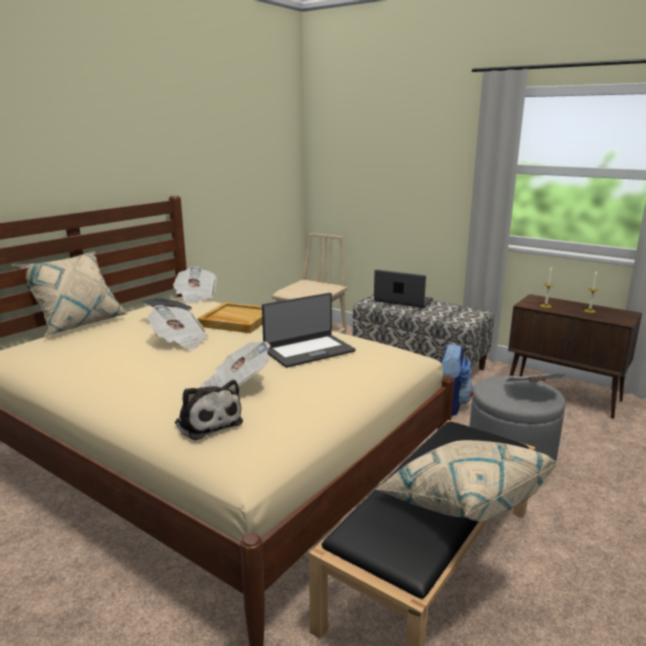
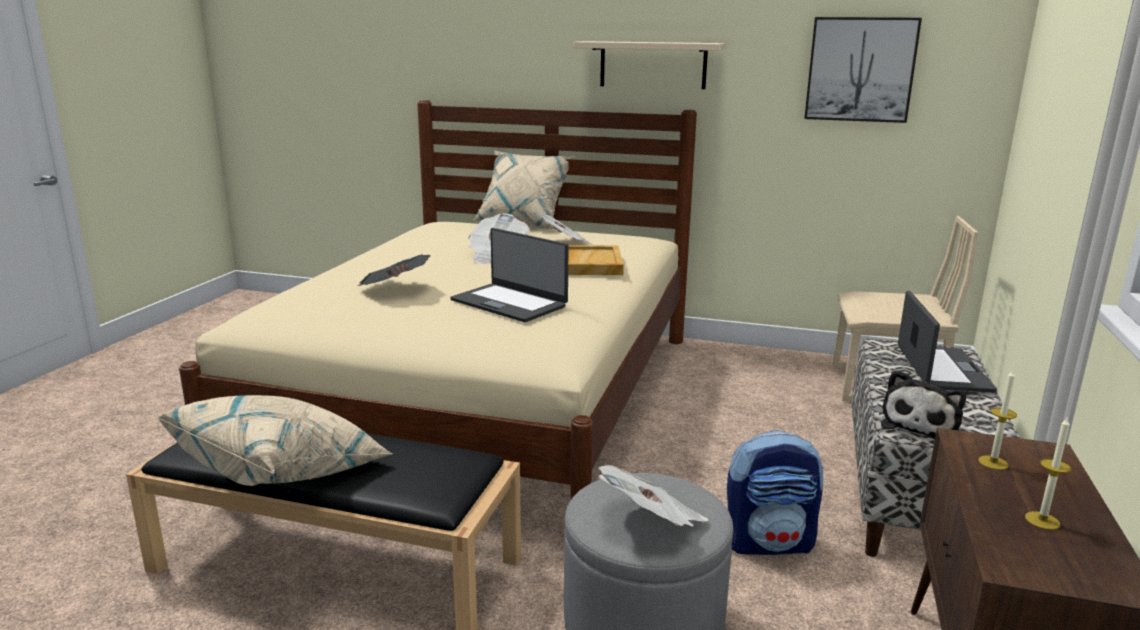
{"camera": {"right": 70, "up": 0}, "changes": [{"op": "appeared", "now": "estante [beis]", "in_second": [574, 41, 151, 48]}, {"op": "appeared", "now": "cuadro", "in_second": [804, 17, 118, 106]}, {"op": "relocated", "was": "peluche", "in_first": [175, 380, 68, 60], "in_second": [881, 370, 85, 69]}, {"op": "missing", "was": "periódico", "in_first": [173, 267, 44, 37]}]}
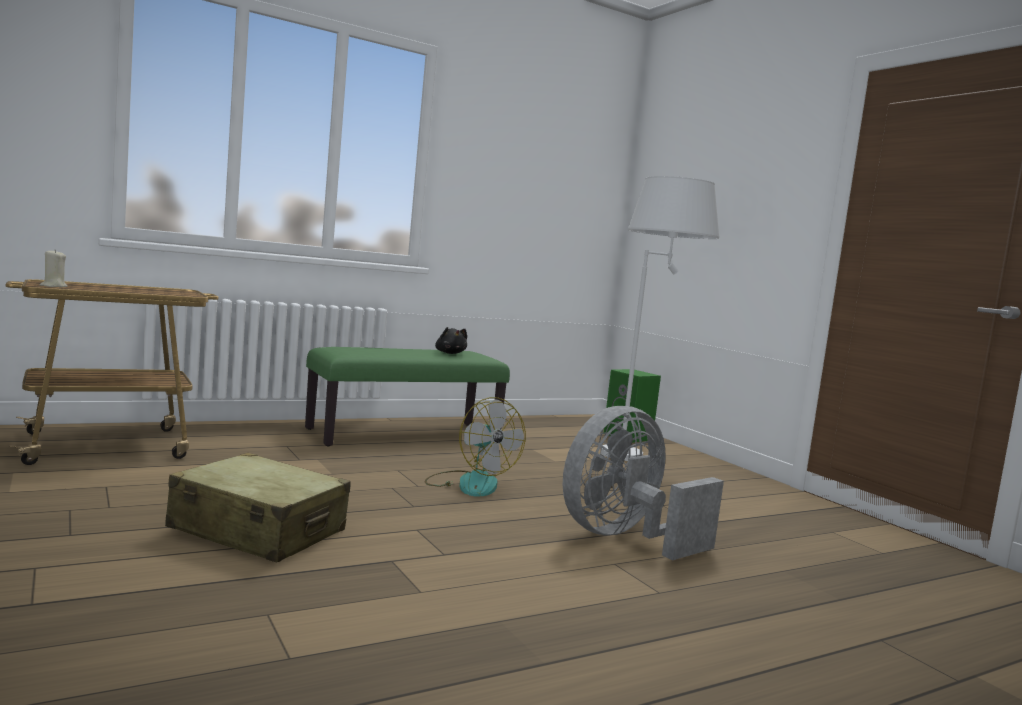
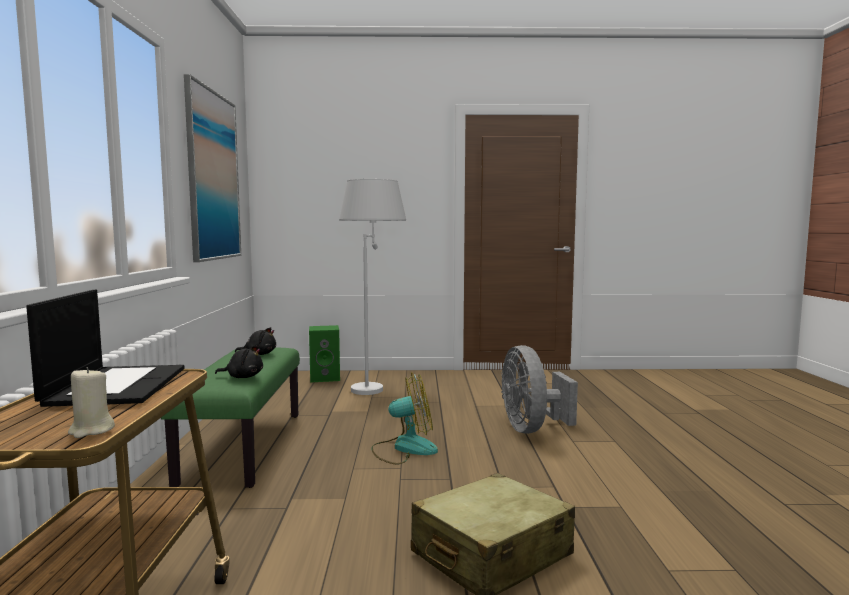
{"camera": {"right": -60, "up": 0}, "changes": [{"op": "appeared", "now": "portátil", "in_second": [26, 290, 158, 117]}, {"op": "appeared", "now": "cuadro", "in_second": [184, 74, 57, 188]}, {"op": "appeared", "now": "peluche [negro]", "in_second": [215, 345, 48, 33]}]}
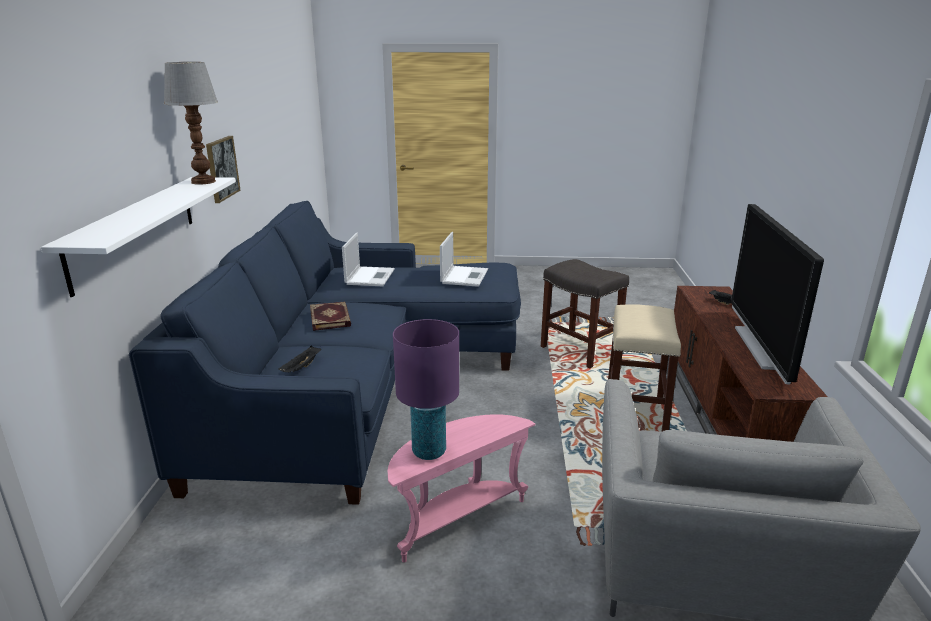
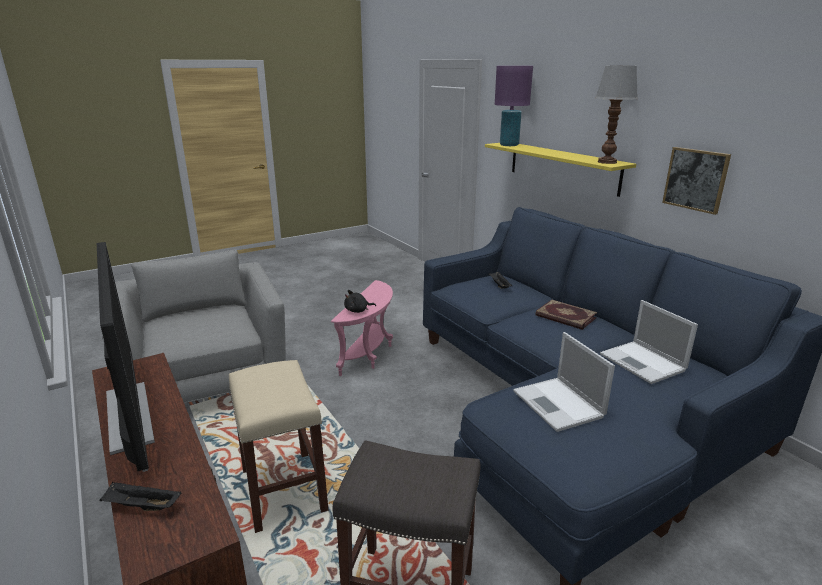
{"camera": {"right": 145, "up": 0}, "changes": [{"op": "appeared", "now": "peluche [negro]", "in_second": [344, 290, 32, 23]}, {"op": "colour", "was": "estante [blanco]", "now": "estante [amarillo]", "in_first": [41, 177, 195, 120], "in_second": [485, 143, 151, 54]}, {"op": "relocated", "was": "lámpara de mesa [morado]", "in_first": [393, 319, 66, 141], "in_second": [495, 66, 38, 80]}]}
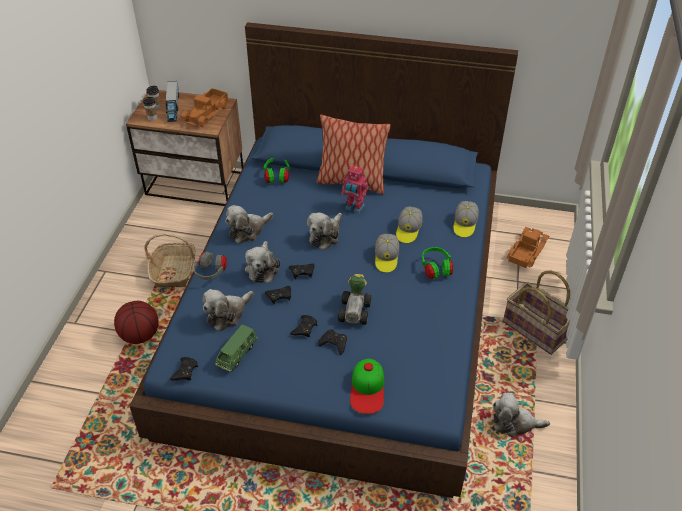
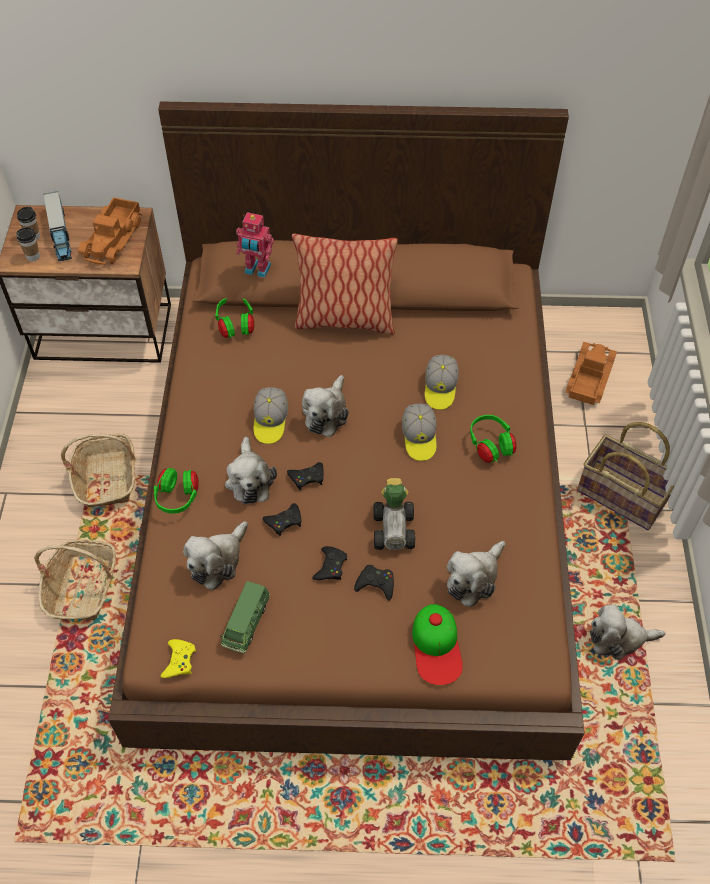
{"camera": {"right": -10, "up": 10}, "changes": [{"op": "exchanged", "was": "balón de baloncesto", "now": "cesta", "in_first": [114, 301, 45, 43], "in_second": [34, 540, 82, 81]}, {"op": "colour", "was": "cama [azul]", "now": "cama [marrón]", "in_first": [129, 22, 389, 476], "in_second": [108, 101, 476, 659]}, {"op": "colour", "was": "auriculares [gris]", "now": "auriculares [verde]", "in_first": [194, 252, 33, 28], "in_second": [154, 468, 45, 46]}, {"op": "colour", "was": "mando de consola [negro]", "now": "mando de consola [amarillo]", "in_first": [170, 357, 28, 24], "in_second": [161, 639, 35, 39]}, {"op": "relocated", "was": "robot de juguete", "in_first": [341, 165, 28, 49], "in_second": [236, 212, 38, 66]}, {"op": "relocated", "was": "gorra", "in_first": [454, 201, 25, 37], "in_second": [253, 387, 35, 57]}, {"op": "relocated", "was": "peluche", "in_first": [225, 205, 48, 39], "in_second": [447, 541, 59, 66]}]}
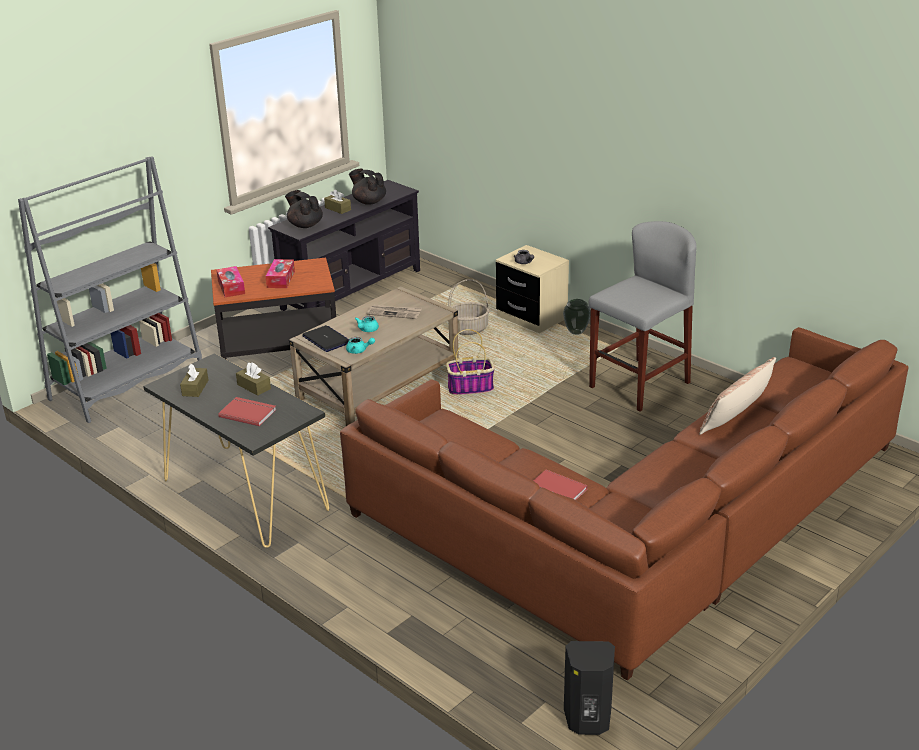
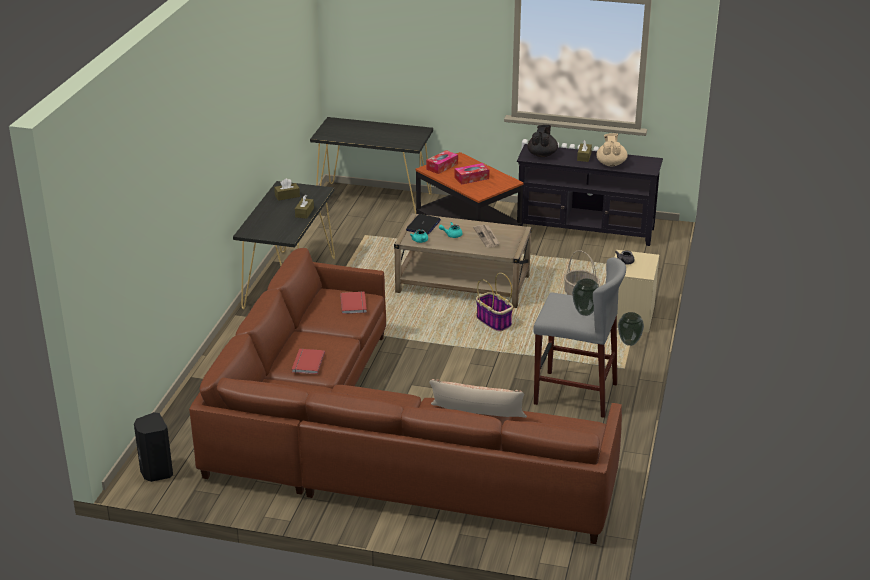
{"camera": {"right": 60, "up": 0}, "changes": [{"op": "exchanged", "was": "estantería [gris]", "now": "mesa consola [negro]", "in_first": [18, 156, 184, 267], "in_second": [310, 117, 123, 97]}, {"op": "relocated", "was": "libro [rojo]", "in_first": [218, 397, 58, 29], "in_second": [340, 291, 27, 23]}, {"op": "appeared", "now": "florero", "in_second": [572, 279, 27, 37]}, {"op": "colour", "was": "tetera [negro]", "now": "tetera [beis]", "in_first": [349, 169, 37, 36], "in_second": [596, 133, 31, 33]}]}
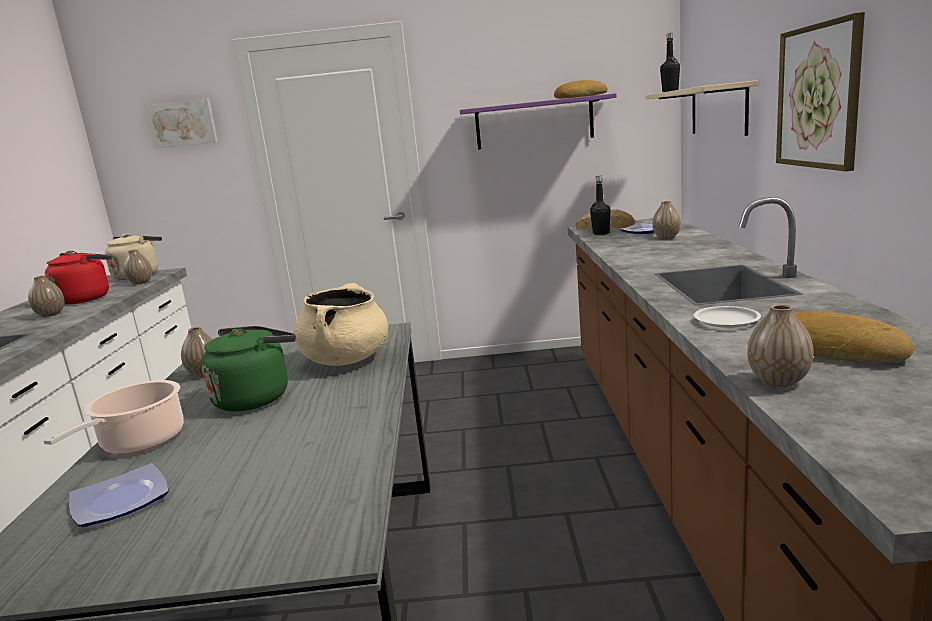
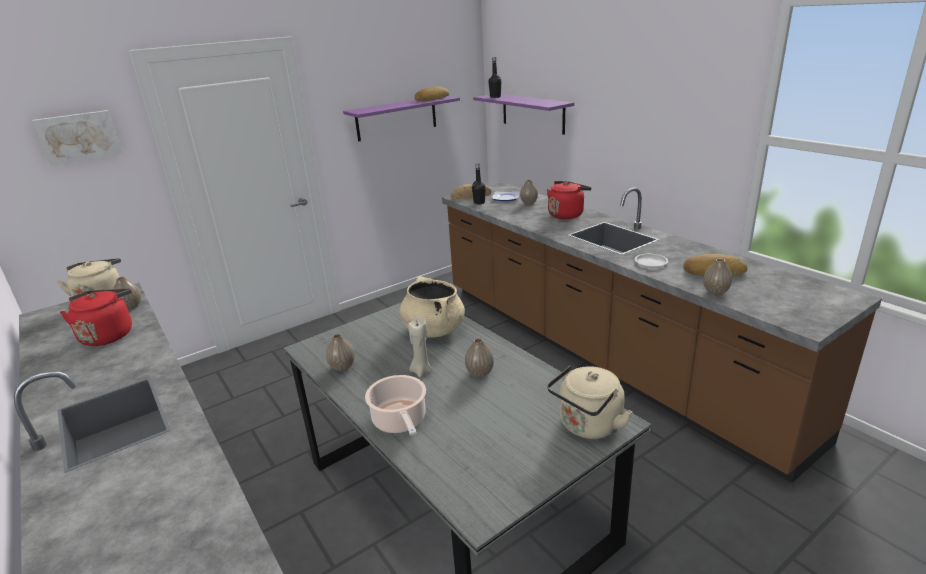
{"camera": {"right": -35, "up": 10}, "changes": [{"op": "exchanged", "was": "hervidor [verde]", "now": "vela [beis]", "in_first": [201, 326, 95, 85], "in_second": [408, 317, 24, 60]}, {"op": "relocated", "was": "florero", "in_first": [28, 275, 37, 42], "in_second": [465, 338, 29, 39]}, {"op": "colour", "was": "estante [beis]", "now": "estante [morado]", "in_first": [645, 80, 113, 56], "in_second": [473, 94, 101, 41]}, {"op": "appeared", "now": "hervidor [rojo]", "in_second": [547, 181, 44, 38]}, {"op": "appeared", "now": "hervidor [beis]", "in_second": [547, 366, 85, 73]}, {"op": "missing", "was": "plato", "in_first": [69, 463, 100, 64]}, {"op": "missing", "was": "cuadro", "in_first": [776, 12, 89, 159]}]}
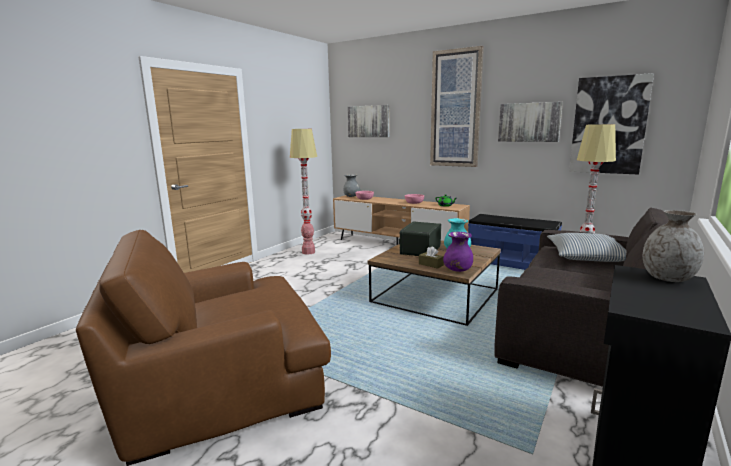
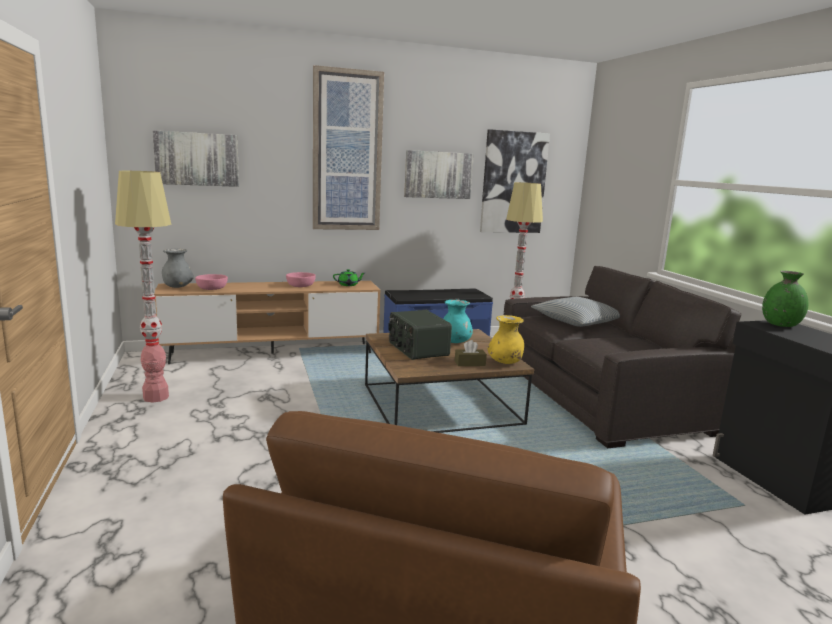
{"camera": {"right": -50, "up": 0}, "changes": [{"op": "colour", "was": "florero [morado]", "now": "florero [amarillo]", "in_first": [443, 232, 30, 40], "in_second": [488, 315, 36, 49]}, {"op": "colour", "was": "florero [gris]", "now": "florero [verde]", "in_first": [643, 210, 61, 72], "in_second": [762, 271, 46, 56]}]}
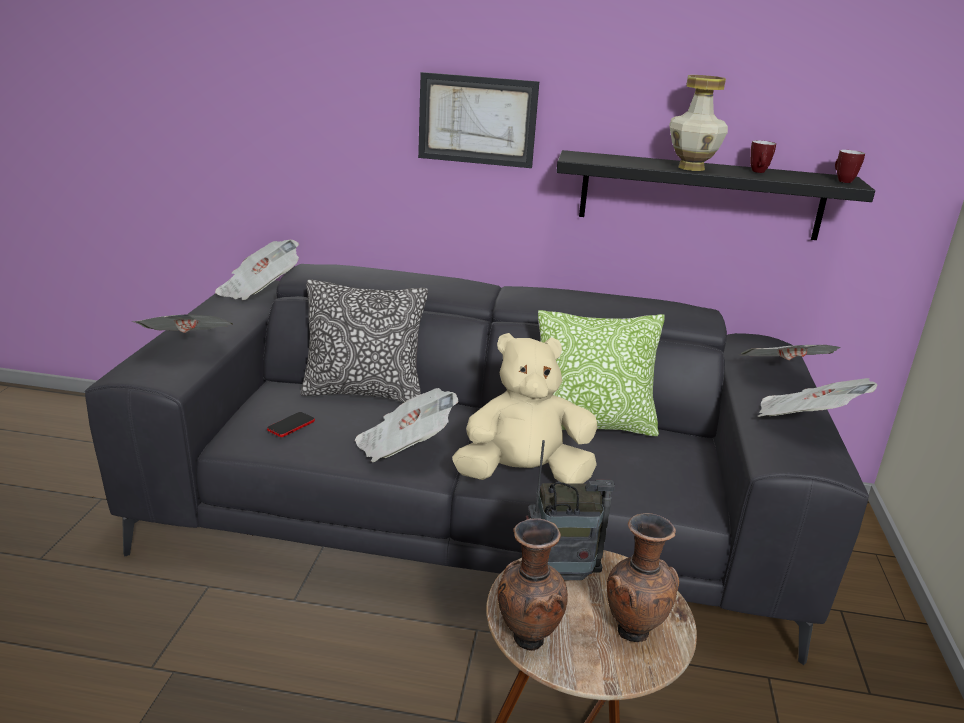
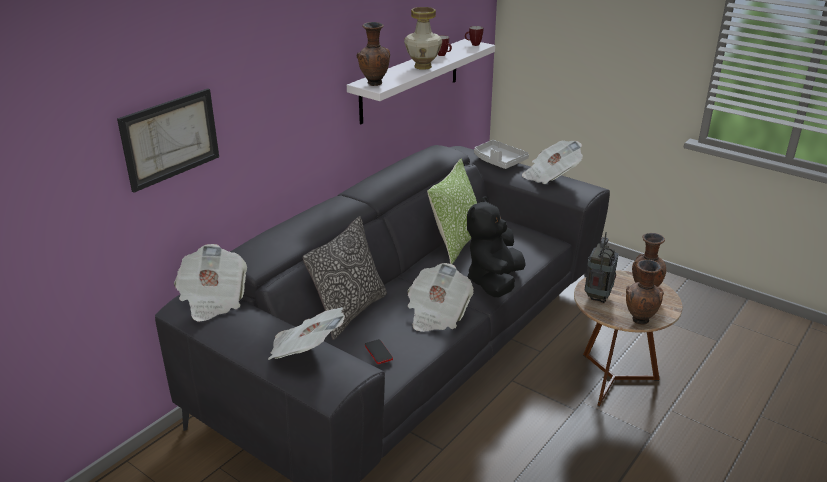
{"camera": {"right": -60, "up": 5}, "changes": [{"op": "relocated", "was": "cuadro", "in_first": [418, 72, 121, 96], "in_second": [117, 88, 102, 104]}, {"op": "colour", "was": "estante [negro]", "now": "estante [blanco]", "in_first": [556, 150, 319, 90], "in_second": [347, 39, 148, 86]}, {"op": "appeared", "now": "florero [marrón]", "in_second": [356, 22, 34, 64]}, {"op": "colour", "was": "peluche [beis]", "now": "peluche [negro]", "in_first": [452, 333, 145, 151], "in_second": [467, 196, 59, 101]}, {"op": "exchanged", "was": "periódico", "now": "bandeja [gris]", "in_first": [741, 345, 99, 15], "in_second": [474, 140, 55, 29]}]}
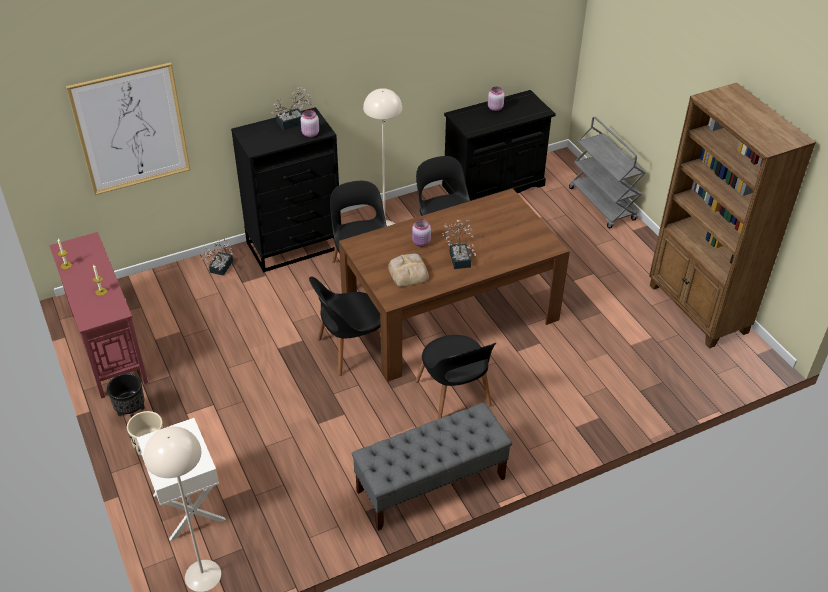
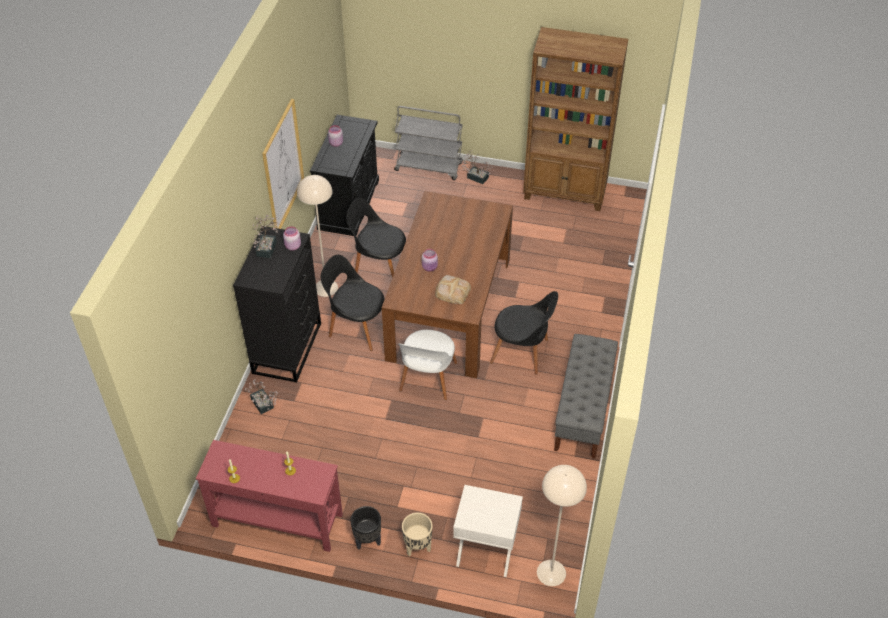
{"camera": {"right": -50, "up": 5}, "changes": [{"op": "relocated", "was": "cuadro", "in_first": [66, 62, 124, 133], "in_second": [262, 99, 42, 130]}, {"op": "colour", "was": "silla [negro]", "now": "silla [blanco]", "in_first": [309, 276, 72, 100], "in_second": [398, 330, 59, 70]}, {"op": "relocated", "was": "planta en maceta", "in_first": [442, 220, 34, 49], "in_second": [461, 150, 31, 34]}]}
